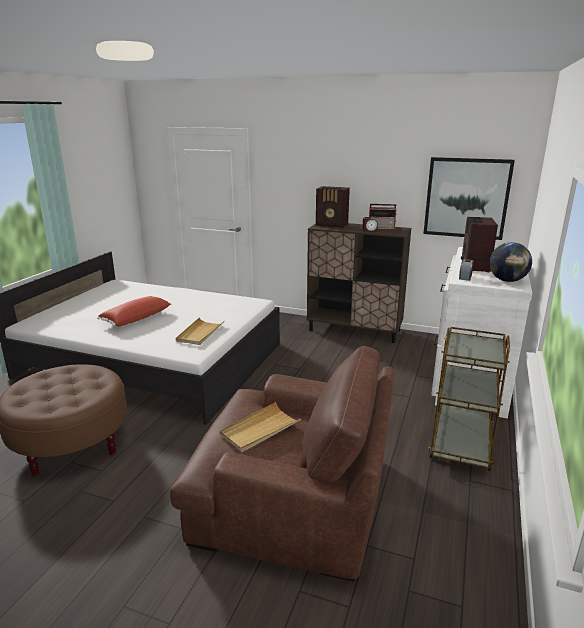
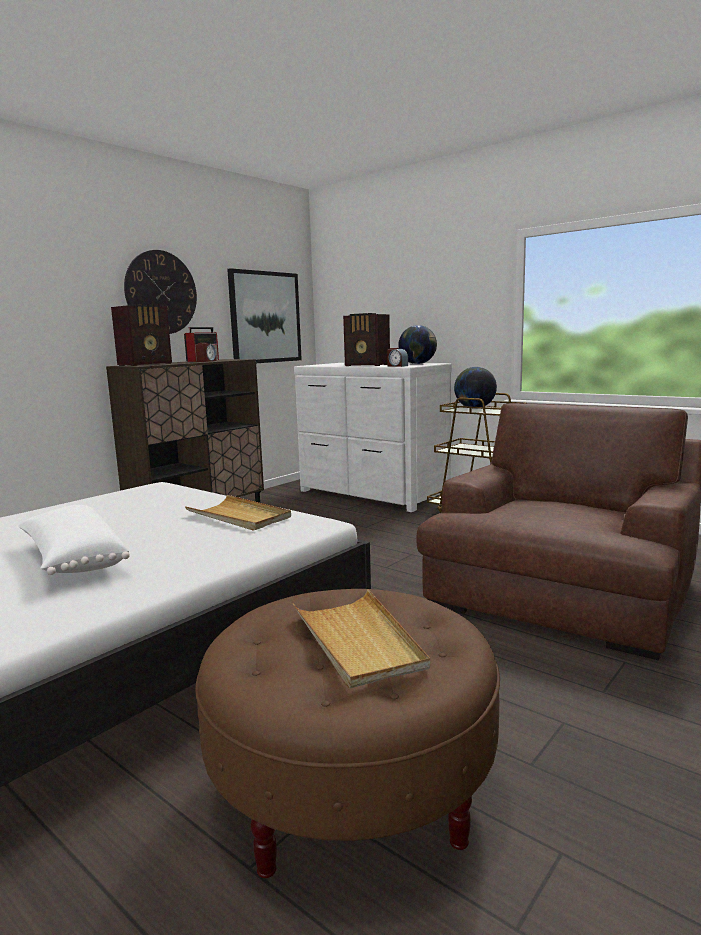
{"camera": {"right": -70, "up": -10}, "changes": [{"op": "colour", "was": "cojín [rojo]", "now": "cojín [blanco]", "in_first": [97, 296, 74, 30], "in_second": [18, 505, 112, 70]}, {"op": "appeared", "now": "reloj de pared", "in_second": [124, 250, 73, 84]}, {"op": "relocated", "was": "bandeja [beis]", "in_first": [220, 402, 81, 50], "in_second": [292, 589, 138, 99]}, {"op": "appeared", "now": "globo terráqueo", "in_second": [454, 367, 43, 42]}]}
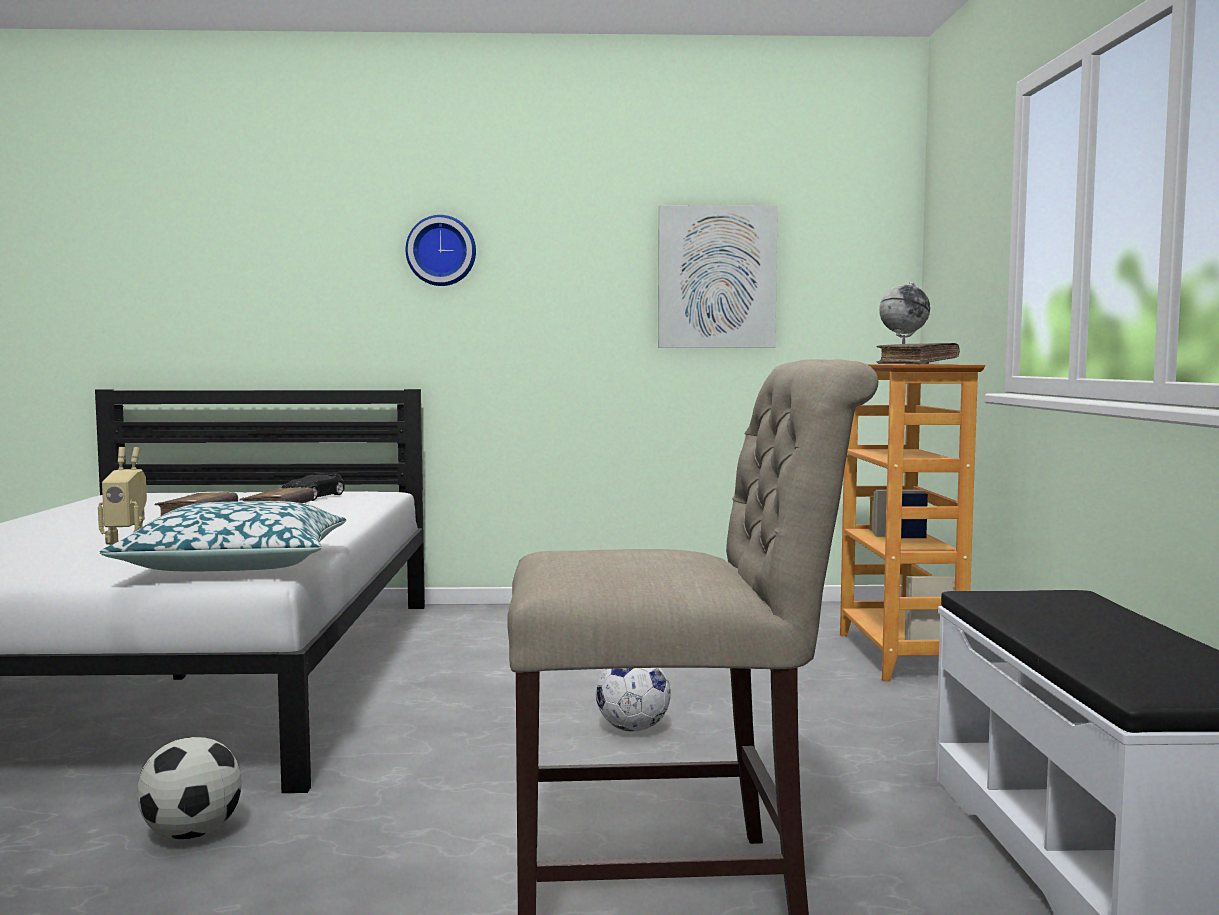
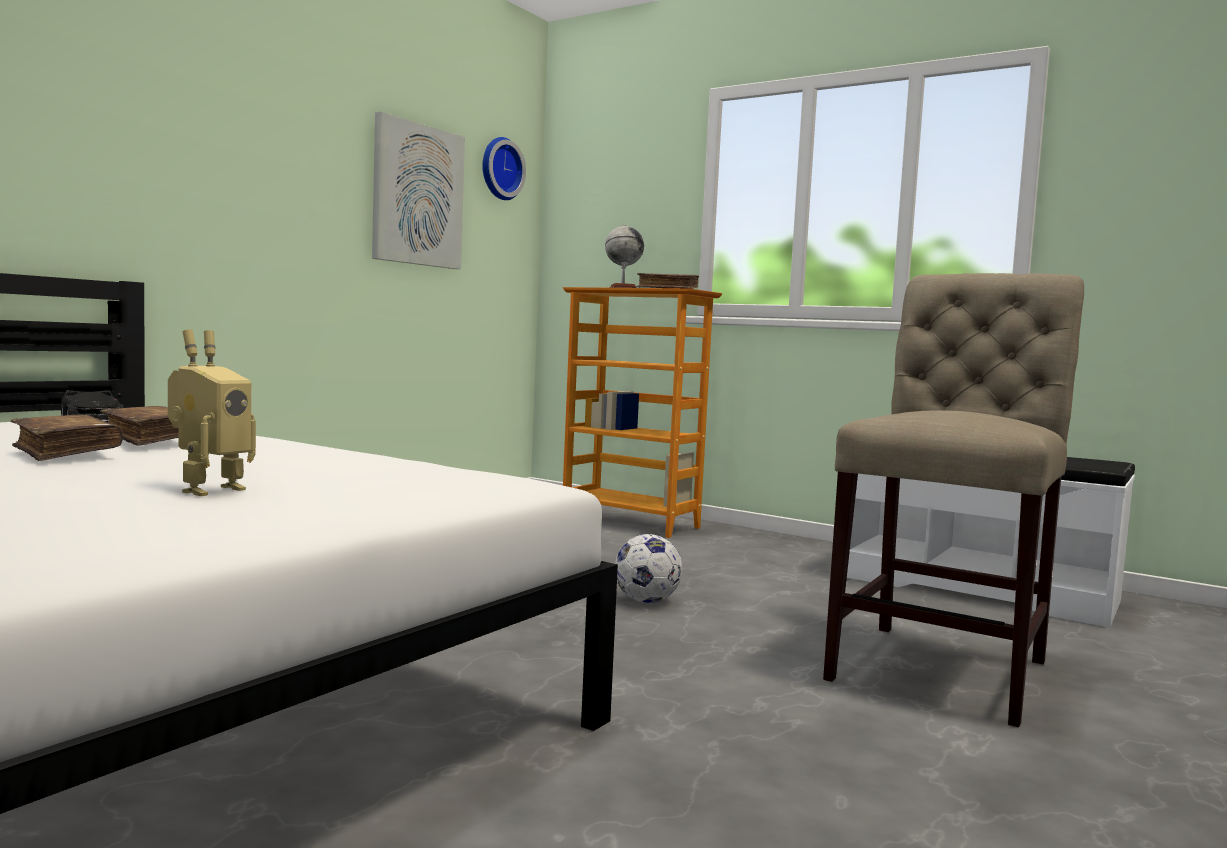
{"camera": {"right": -55, "up": 0}, "changes": [{"op": "relocated", "was": "reloj de pared", "in_first": [406, 215, 70, 71], "in_second": [482, 137, 44, 63]}, {"op": "missing", "was": "cojín", "in_first": [100, 501, 247, 70]}, {"op": "missing", "was": "balón de fútbol", "in_first": [137, 737, 105, 102]}]}
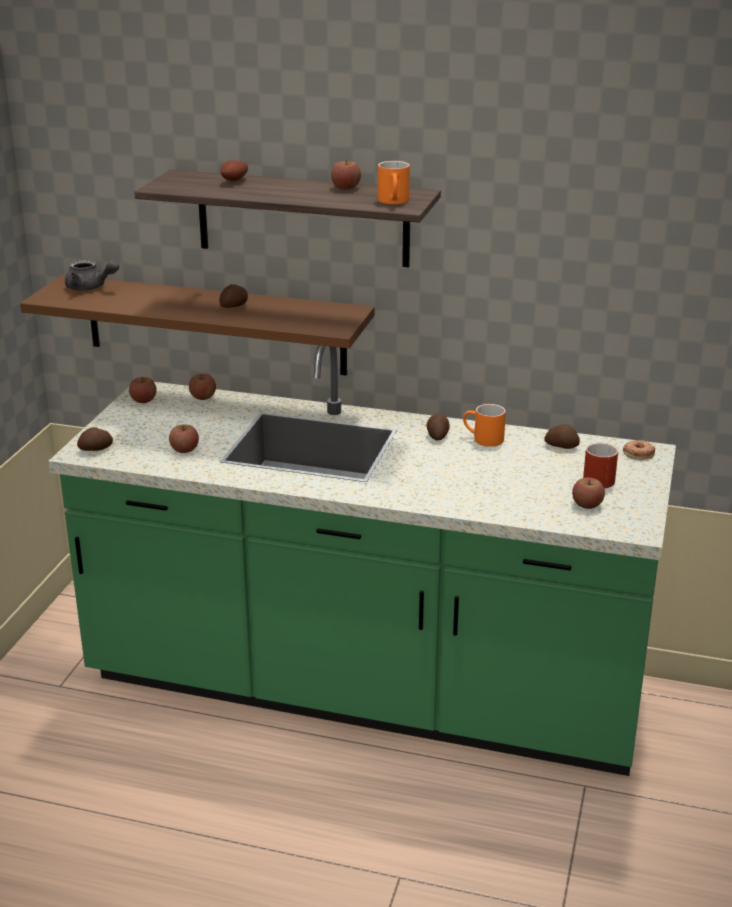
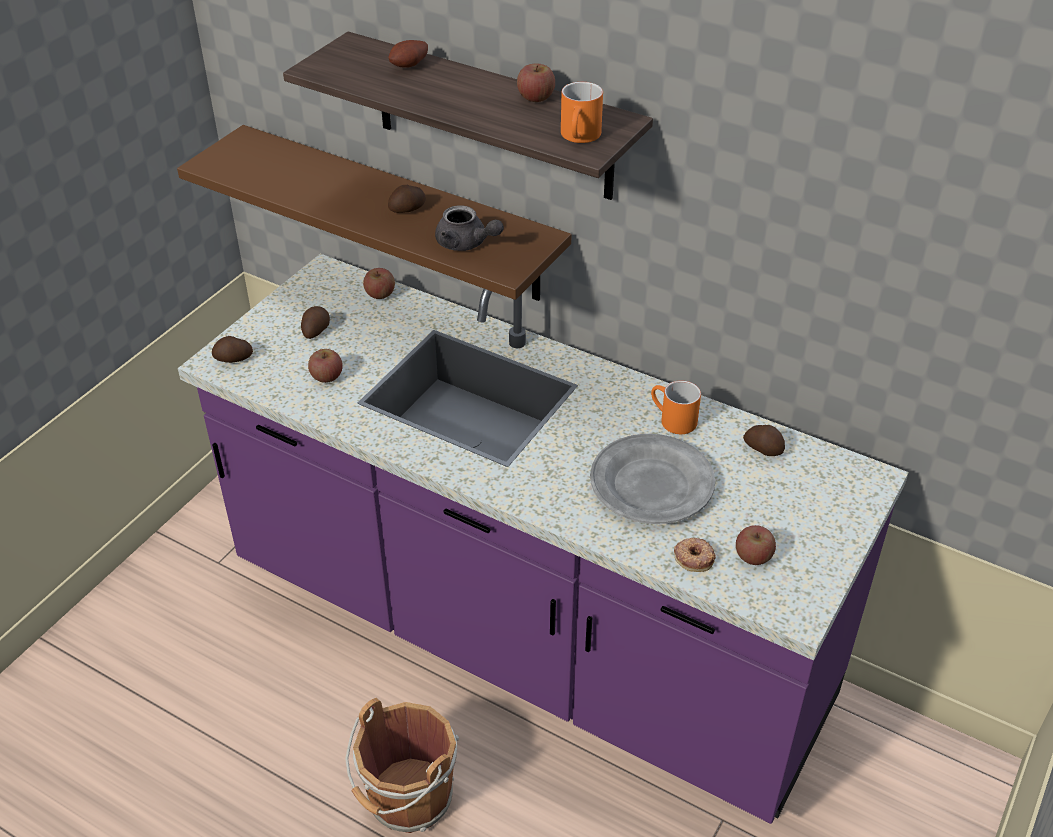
{"camera": {"right": 15, "up": 15}, "changes": [{"op": "colour", "was": "mueble bajo de cocina [verde]", "now": "mueble bajo de cocina [morado]", "in_first": [48, 345, 628, 431], "in_second": [178, 254, 731, 570]}, {"op": "relocated", "was": "patata", "in_first": [426, 413, 24, 27], "in_second": [301, 306, 29, 33]}, {"op": "appeared", "now": "cubo [marrón]", "in_second": [345, 698, 114, 135]}, {"op": "relocated", "was": "tetera [gris]", "in_first": [65, 260, 54, 31], "in_second": [435, 205, 69, 46]}, {"op": "appeared", "now": "plato [gris]", "in_second": [590, 434, 125, 90]}, {"op": "relocated", "was": "rosquilla", "in_first": [623, 440, 32, 20], "in_second": [674, 538, 42, 34]}, {"op": "missing", "was": "manzana", "in_first": [129, 377, 27, 26]}, {"op": "missing", "was": "taza grande [rojo]", "in_first": [583, 443, 35, 45]}]}
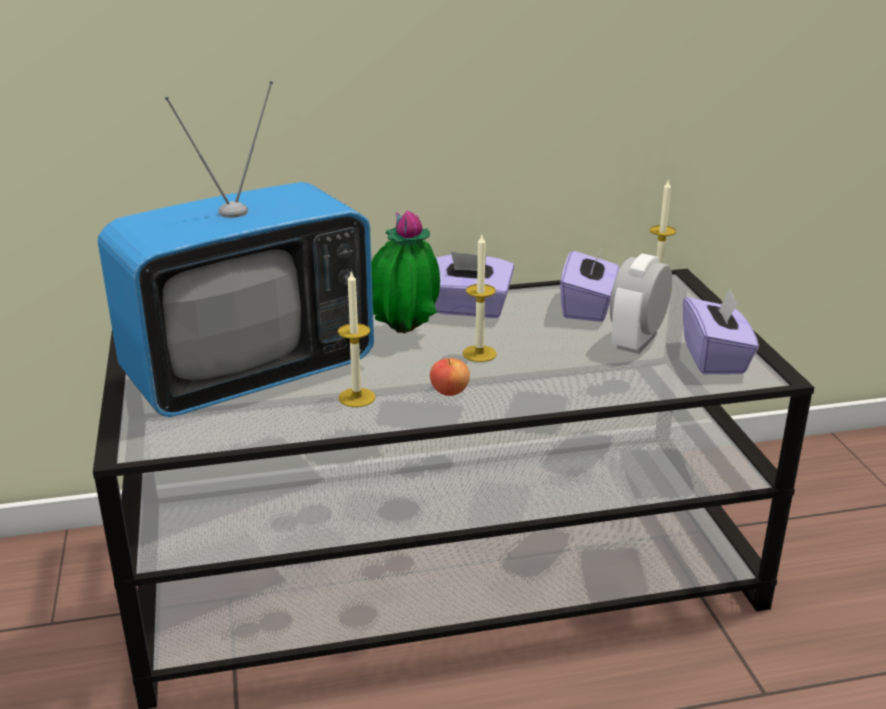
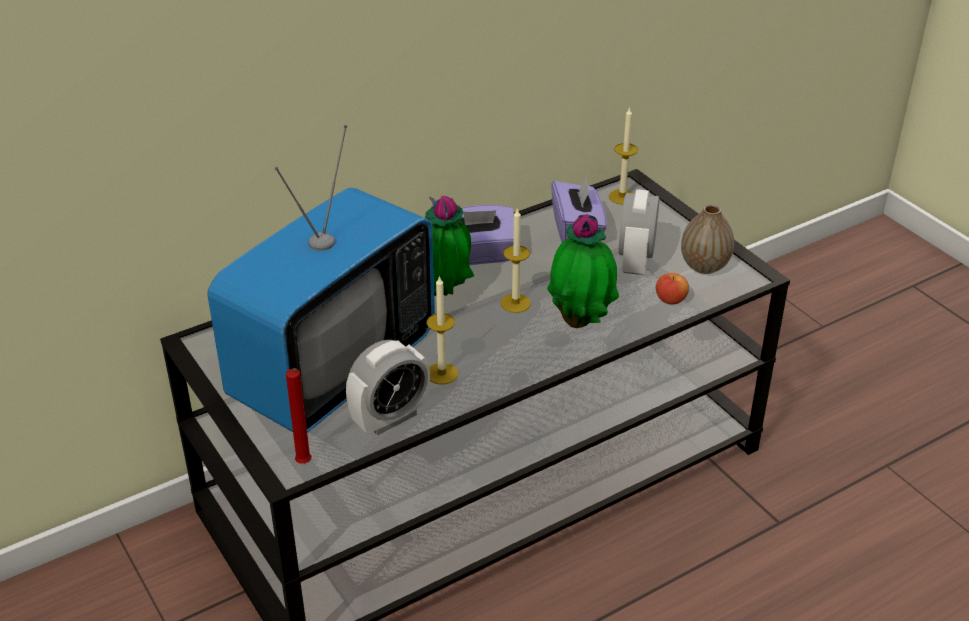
{"camera": {"right": -20, "up": 10}, "changes": [{"op": "appeared", "now": "vela [rojo]", "in_second": [286, 368, 26, 96]}, {"op": "appeared", "now": "despertador", "in_second": [346, 340, 84, 95]}, {"op": "appeared", "now": "planta en maceta", "in_second": [547, 214, 72, 114]}, {"op": "relocated", "was": "manzana", "in_first": [430, 358, 40, 38], "in_second": [656, 273, 33, 32]}, {"op": "exchanged", "was": "caja de pañuelos [morado]", "now": "florero", "in_first": [683, 289, 76, 85], "in_second": [681, 204, 53, 70]}]}
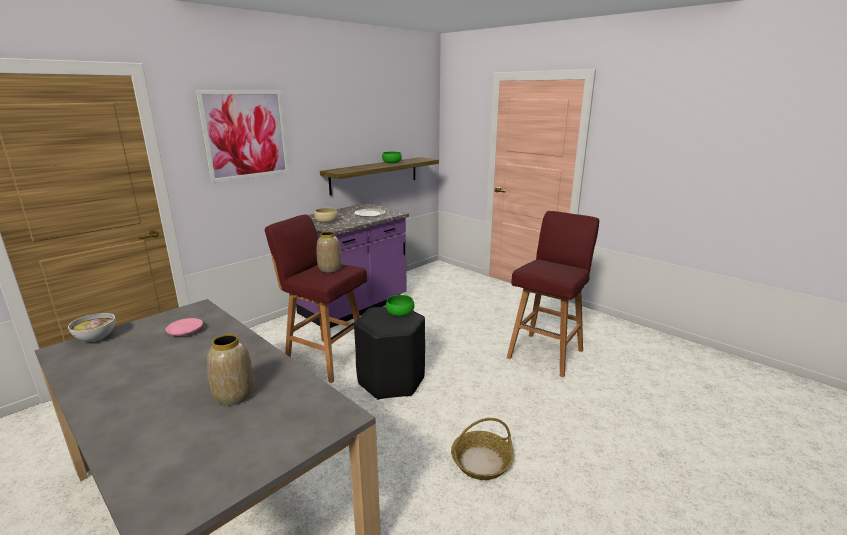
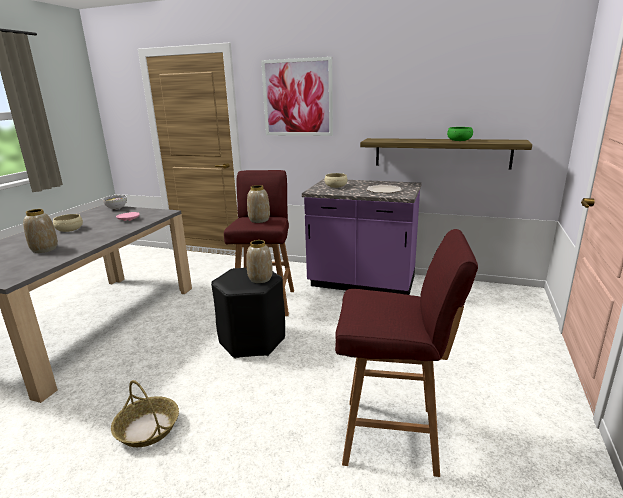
{"camera": {"right": 65, "up": 0}, "changes": [{"op": "appeared", "now": "cuenco [beis]", "in_second": [53, 214, 30, 18]}, {"op": "exchanged", "was": "cuenco [verde]", "now": "florero", "in_first": [386, 295, 28, 21], "in_second": [246, 240, 27, 43]}]}
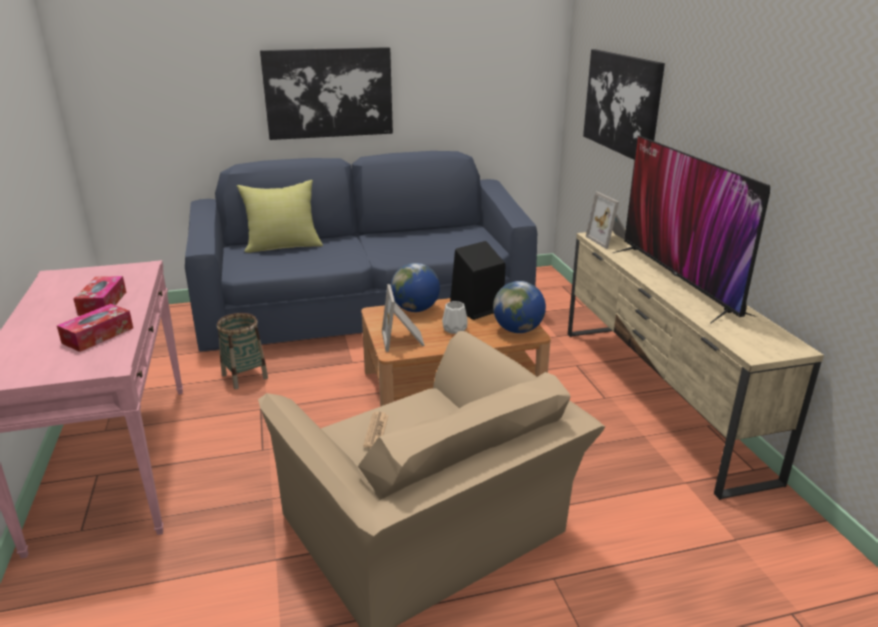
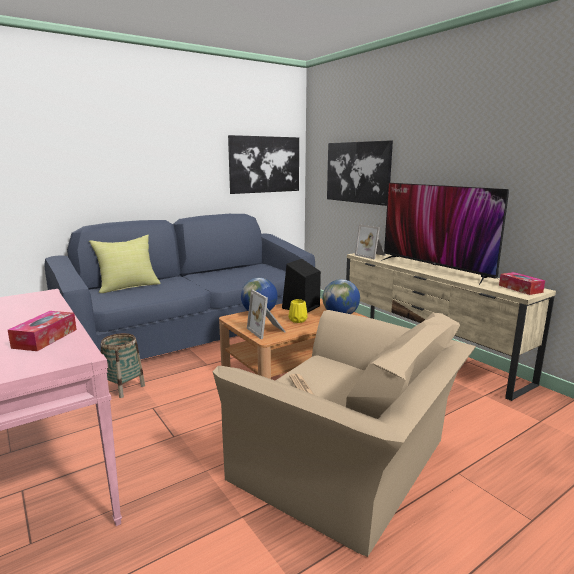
{"camera": {"right": -20, "up": -10}, "changes": [{"op": "relocated", "was": "cuadro", "in_first": [260, 47, 133, 93], "in_second": [228, 135, 71, 59]}, {"op": "colour", "was": "florero [blanco]", "now": "florero [amarillo]", "in_first": [442, 301, 26, 33], "in_second": [288, 299, 20, 24]}, {"op": "relocated", "was": "caja de pañuelos", "in_first": [73, 276, 53, 40], "in_second": [499, 272, 46, 23]}]}
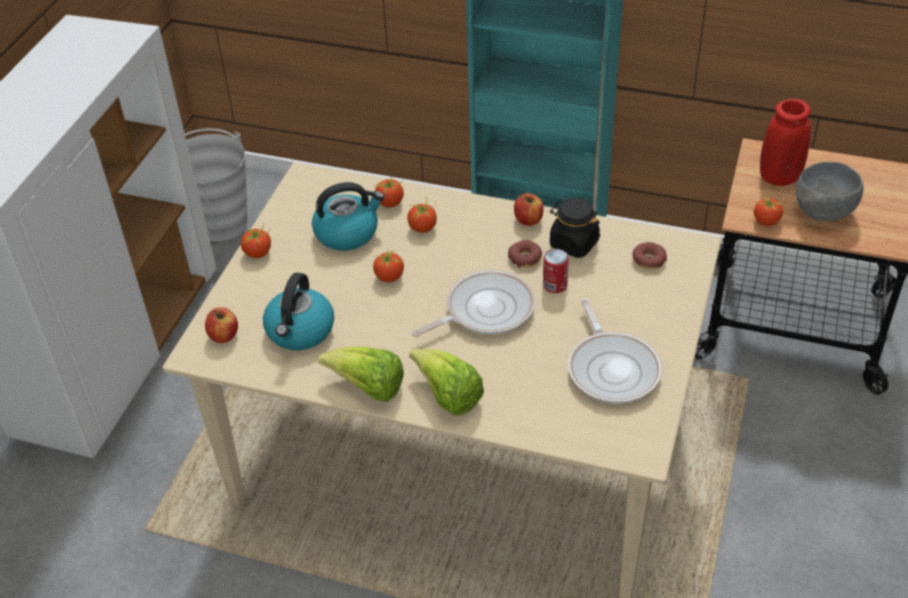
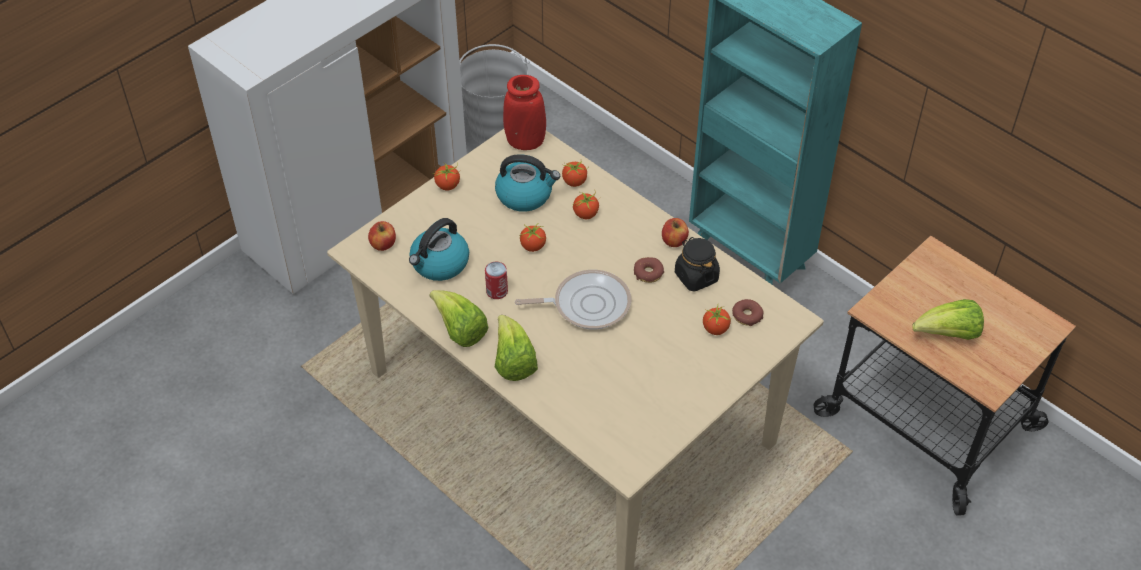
{"camera": {"right": 25, "up": 5}, "changes": [{"op": "relocated", "was": "lata", "in_first": [543, 249, 26, 44], "in_second": [485, 262, 23, 37]}, {"op": "relocated", "was": "florero [rojo]", "in_first": [760, 99, 51, 87], "in_second": [503, 75, 43, 75]}, {"op": "relocated", "was": "tomate", "in_first": [754, 195, 30, 31], "in_second": [703, 305, 28, 30]}, {"op": "exchanged", "was": "cuenco [gris]", "now": "lechuga", "in_first": [796, 162, 67, 59], "in_second": [912, 299, 72, 41]}, {"op": "missing", "was": "sartén", "in_first": [568, 299, 94, 104]}]}
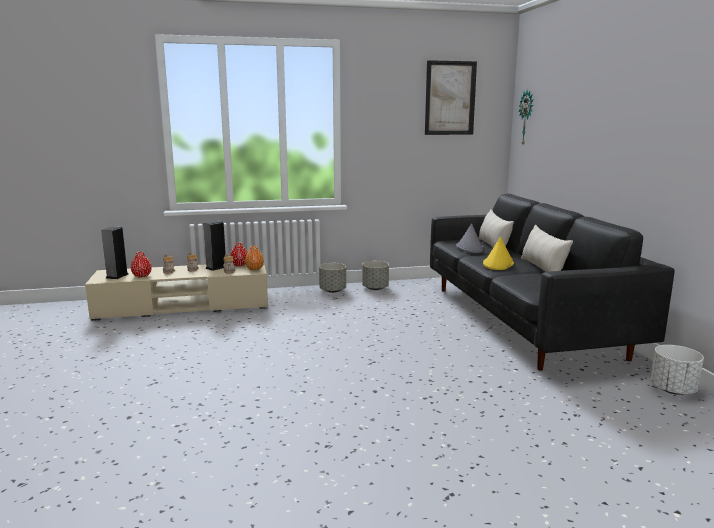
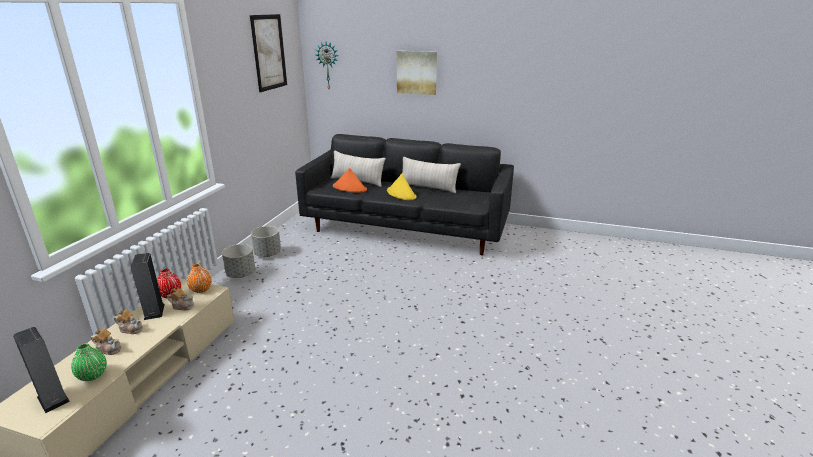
{"camera": {"right": -60, "up": 10}, "changes": [{"op": "colour", "was": "florero [rojo]", "now": "florero [verde]", "in_first": [131, 252, 21, 26], "in_second": [71, 343, 36, 38]}, {"op": "colour", "was": "sombrero [gris]", "now": "sombrero [naranja]", "in_first": [456, 224, 28, 29], "in_second": [333, 168, 34, 25]}, {"op": "appeared", "now": "cuadro", "in_second": [397, 51, 40, 44]}, {"op": "missing", "was": "maceta [blanco]", "in_first": [650, 345, 54, 50]}]}
